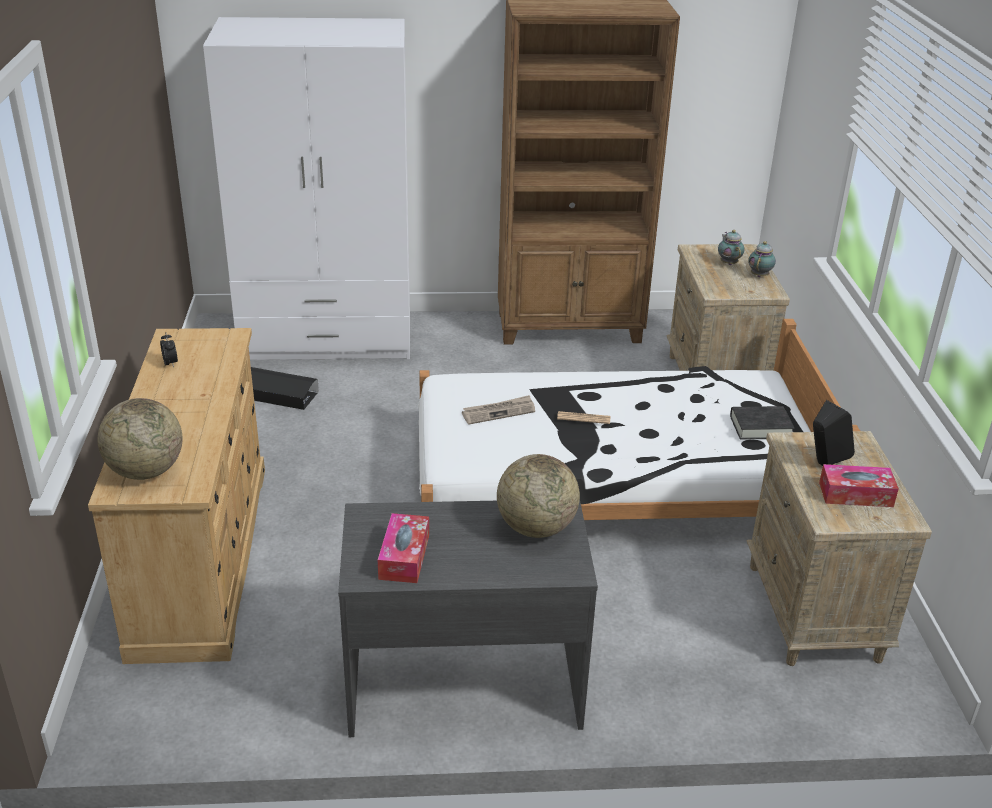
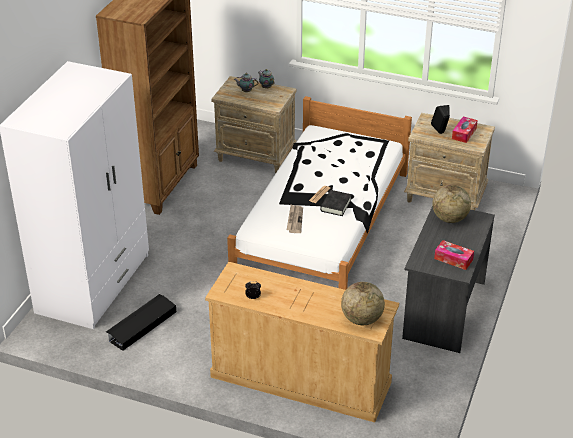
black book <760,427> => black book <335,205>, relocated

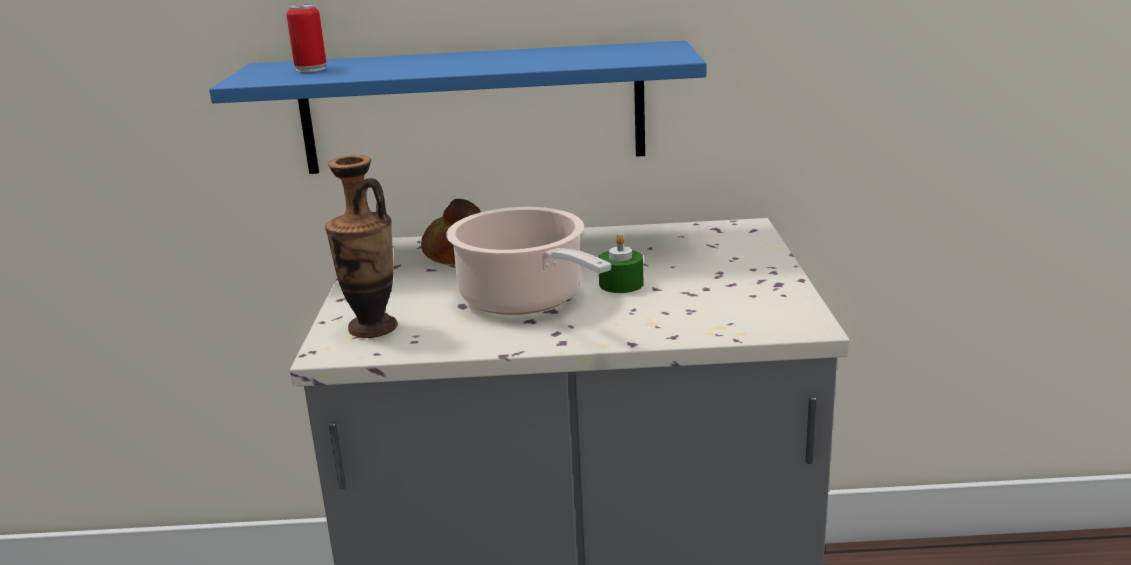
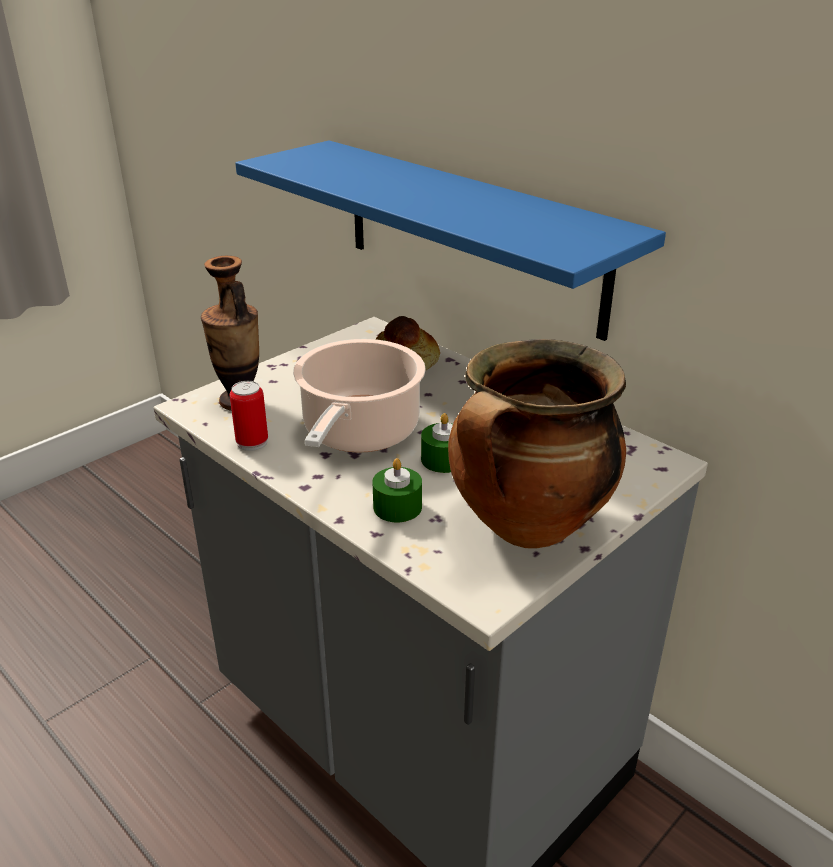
can <311,69> => can <252,442>, relocated
nothing => green candle <397,507>
nothing => cooking pot <528,527>

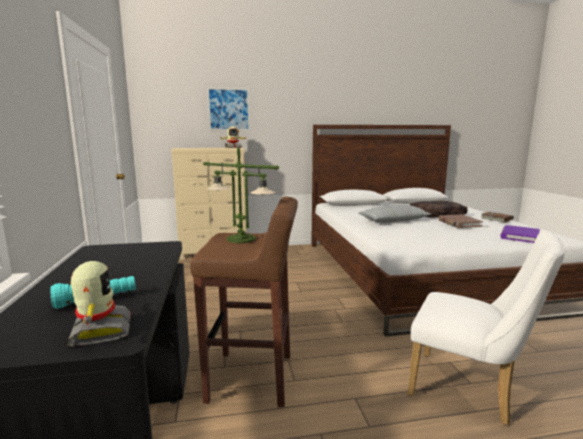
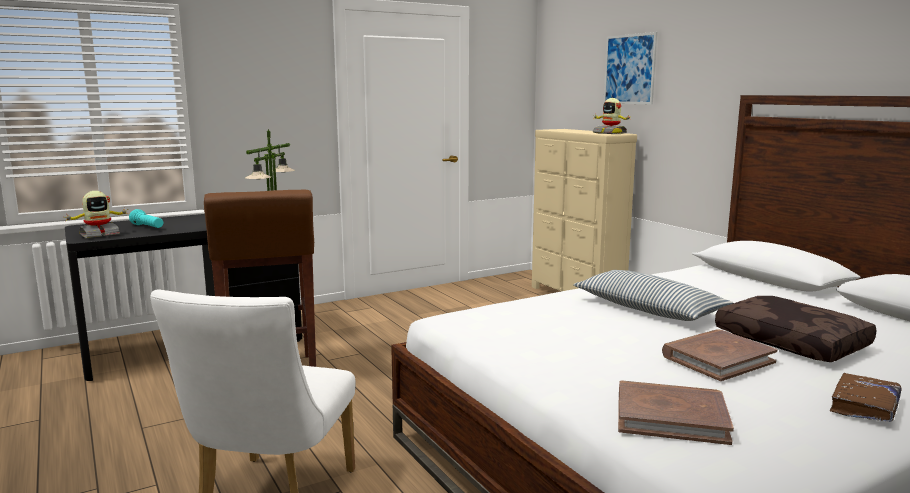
purple book <519,236> => brown book <671,417>

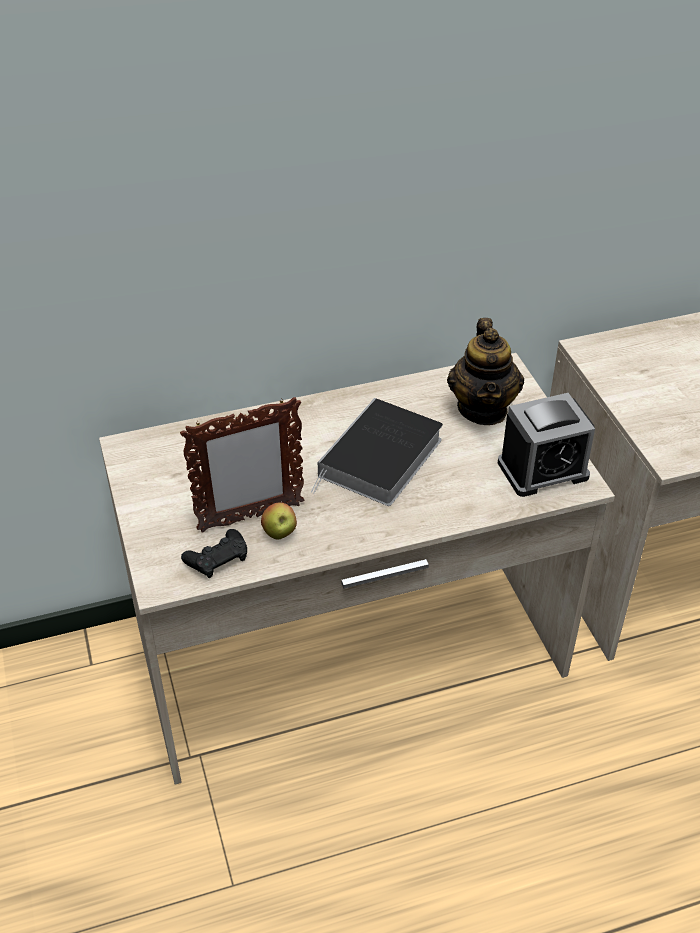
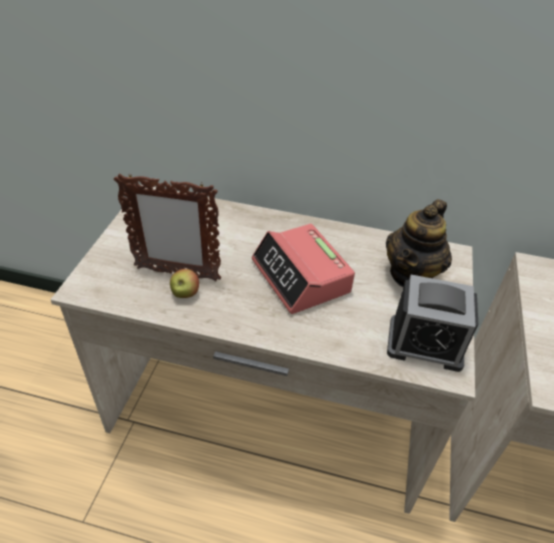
book <380,460> => alarm clock <301,277>
black game controller <217,558> => nothing

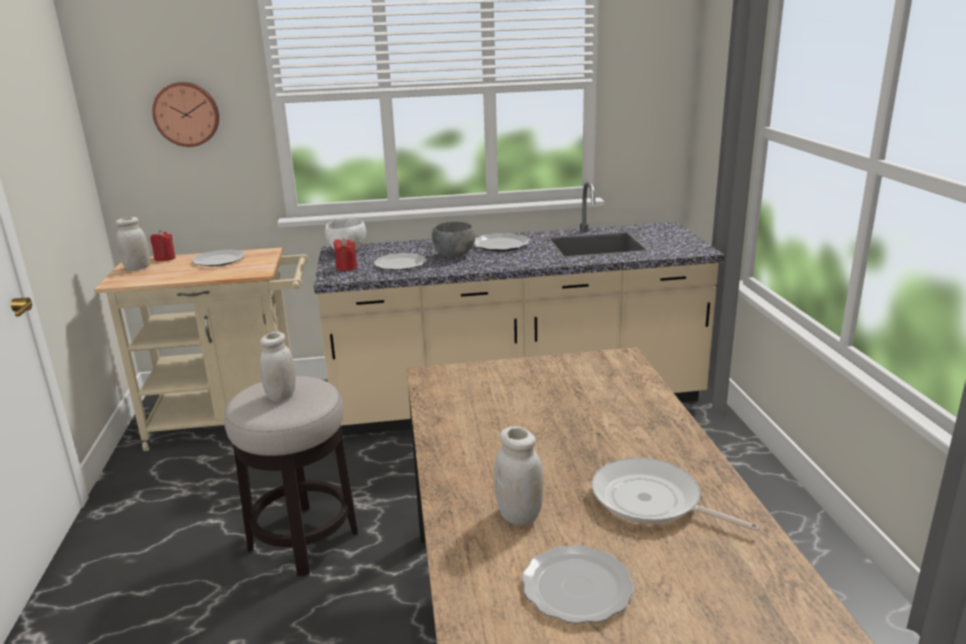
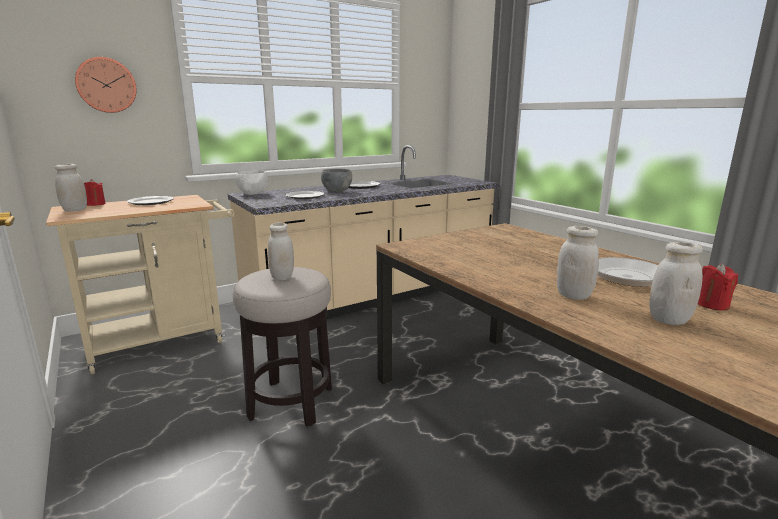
plate <576,588> => white jar <669,320>
red candle <346,267> => red candle <711,304>, relocated

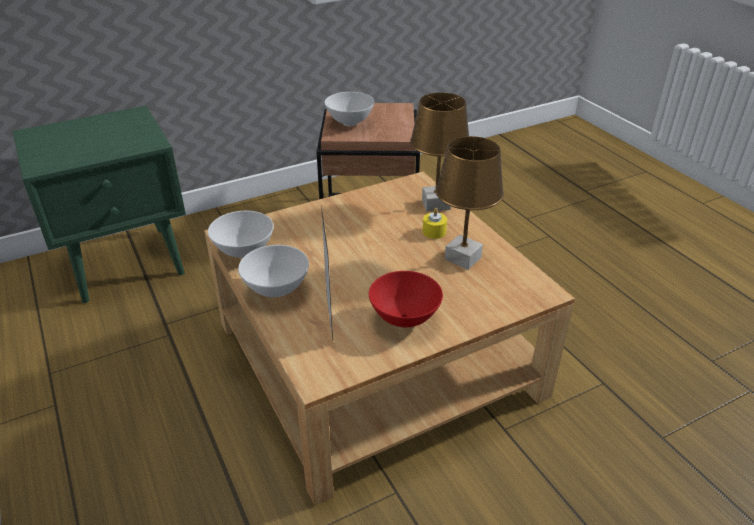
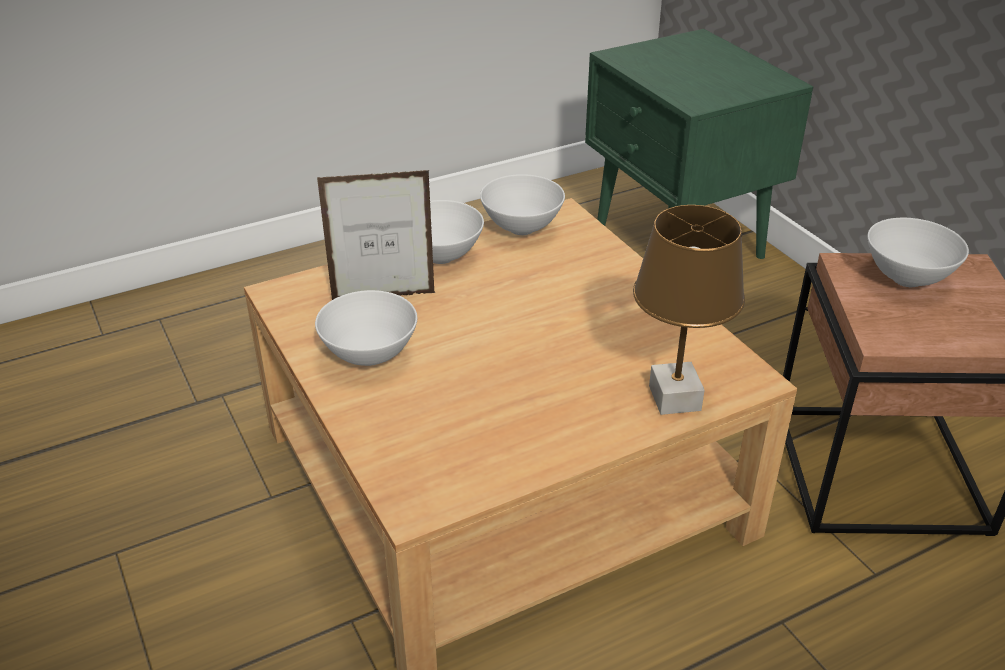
red bowl <404,319> => white bowl <369,355>
yellow candle <434,232> => nothing
brown table lamp <463,258> => nothing

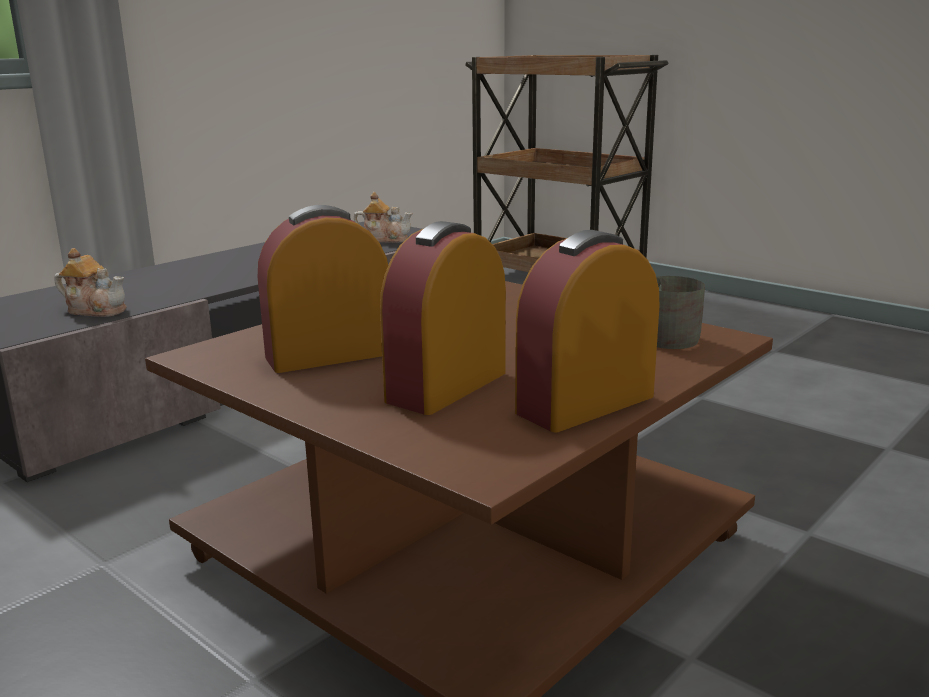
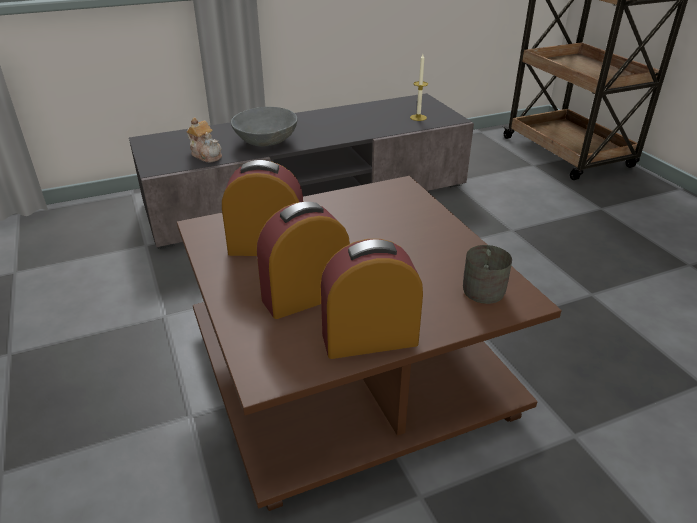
nothing => grey bowl <265,141>
teapot <384,239> => candle <418,117>

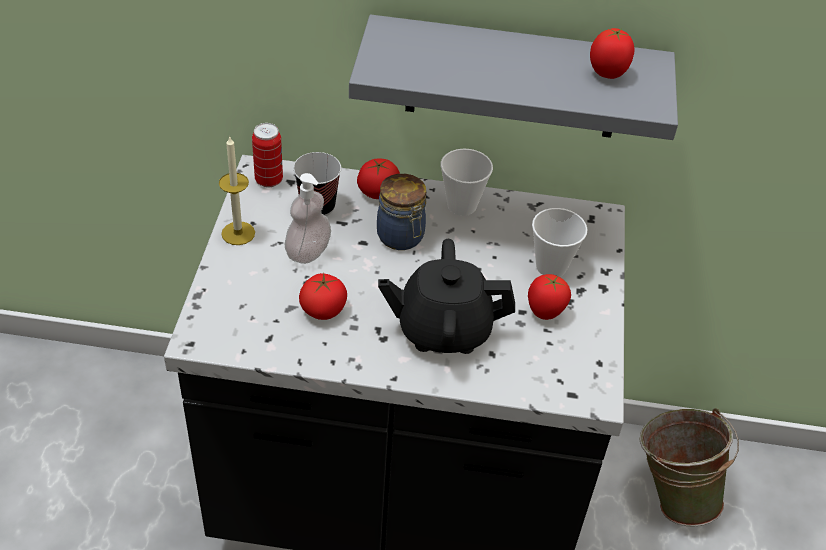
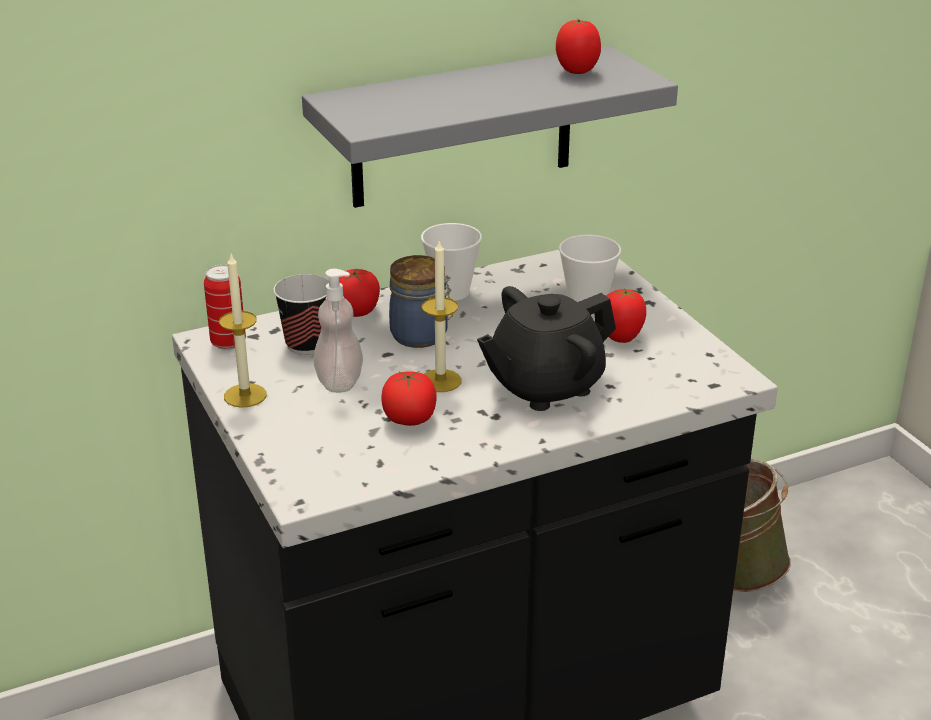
nothing => candle <440,381>

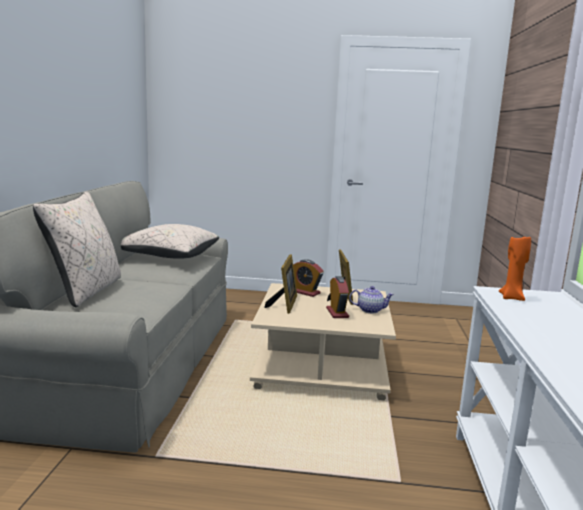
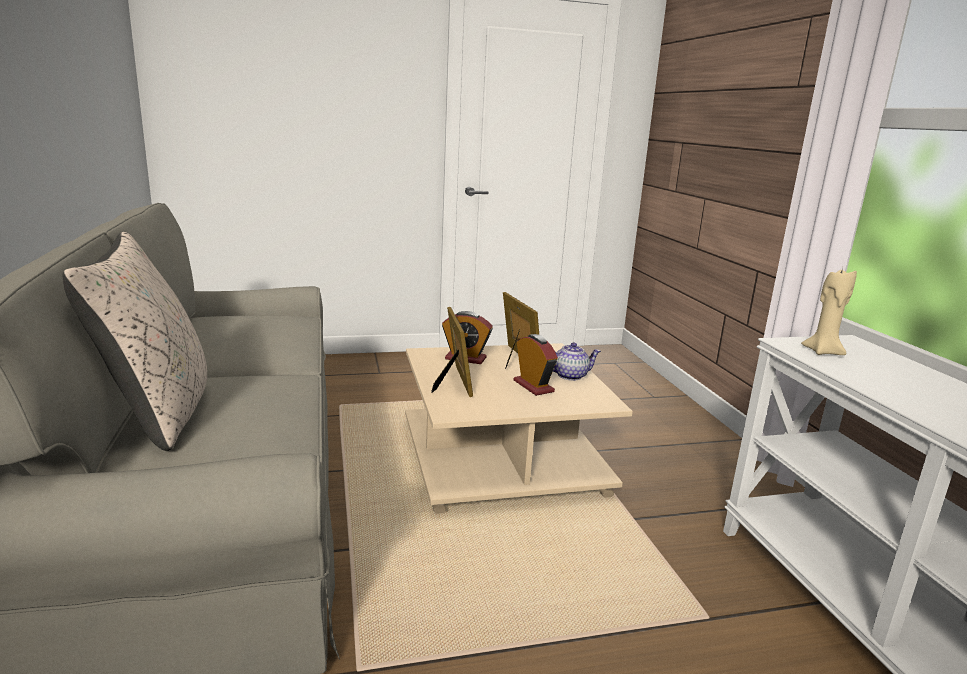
orange candle <512,298> => beige candle <822,352>
beige pillow <169,256> => nothing

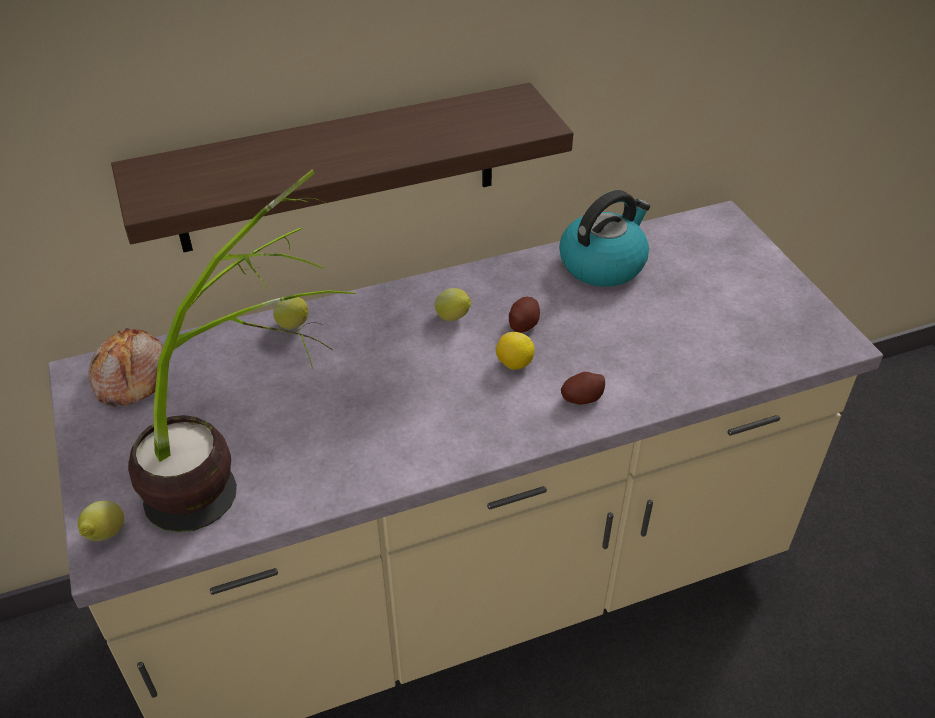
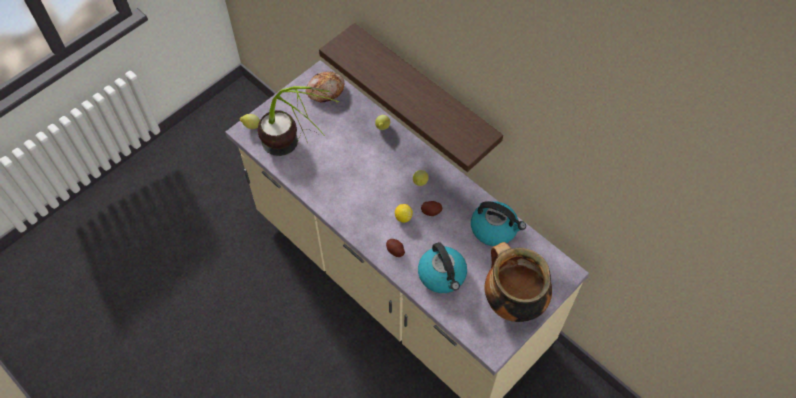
nothing => kettle <442,275>
nothing => cooking pot <512,302>

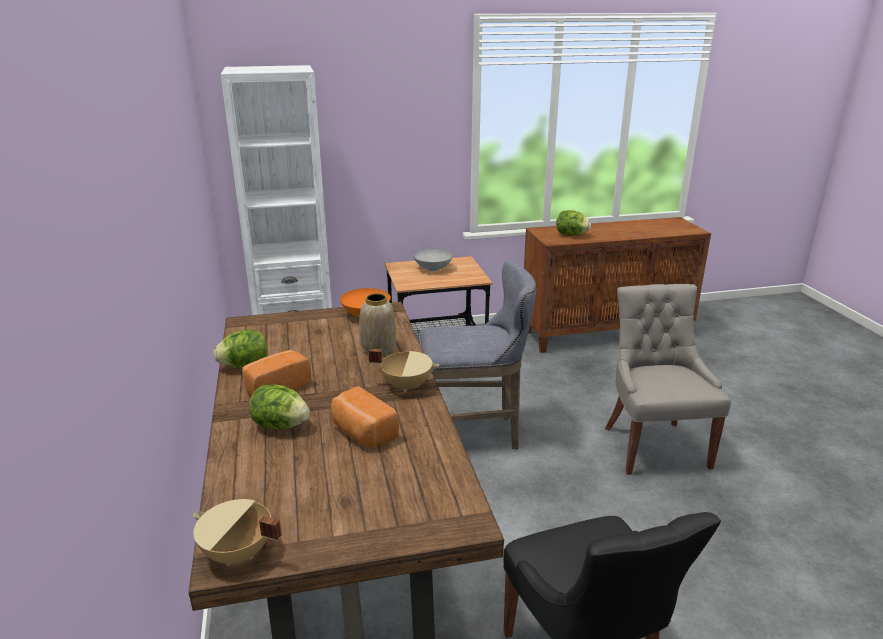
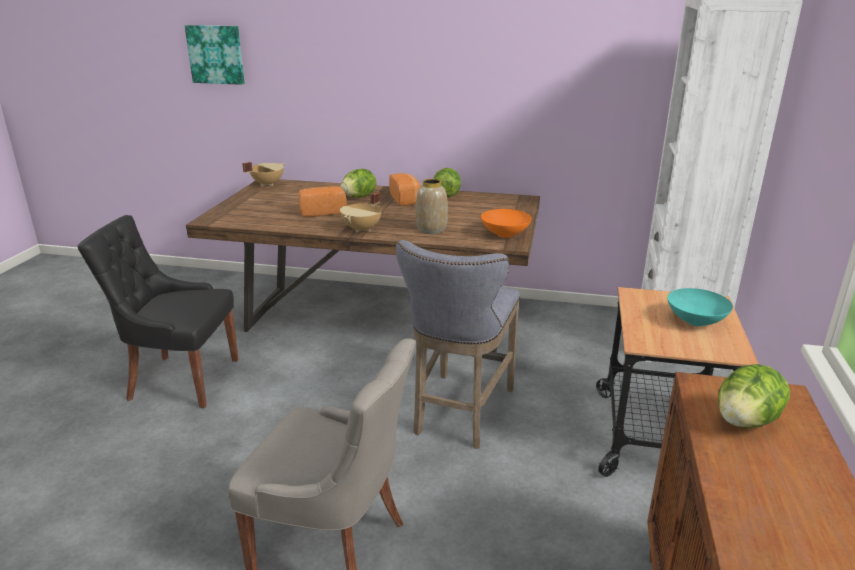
nothing => picture <216,54>
grey bowl <432,269> => turquoise bowl <694,321>

